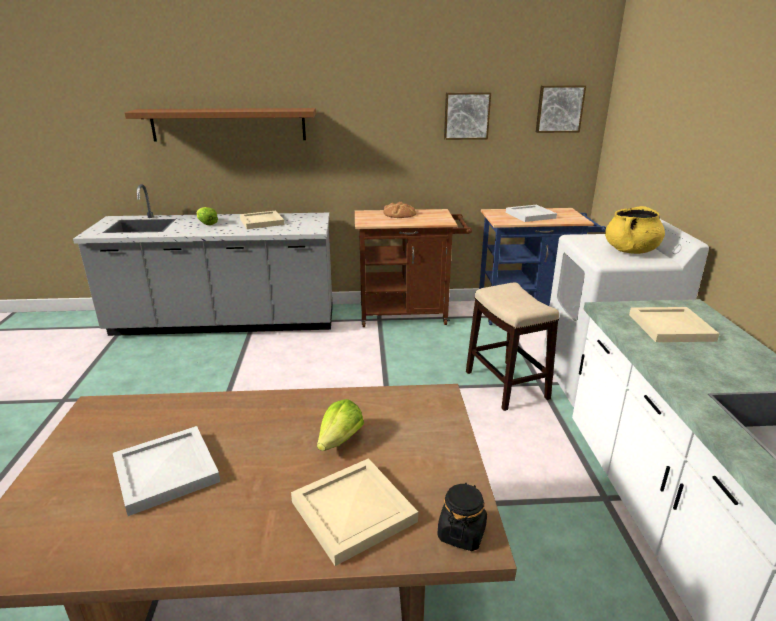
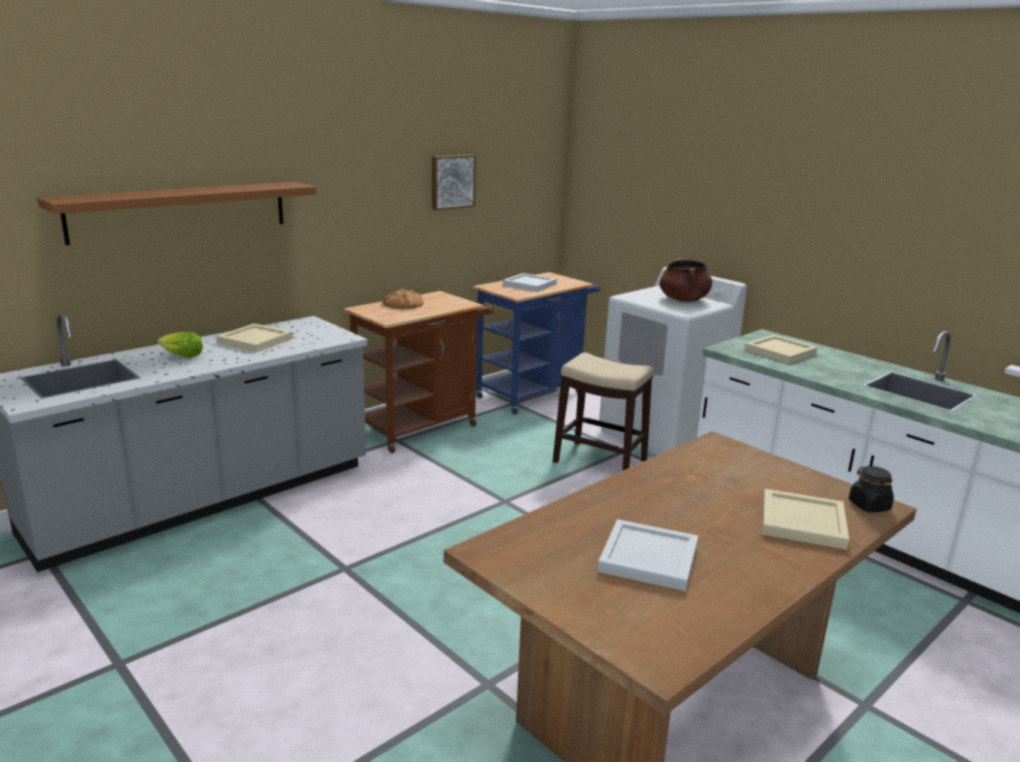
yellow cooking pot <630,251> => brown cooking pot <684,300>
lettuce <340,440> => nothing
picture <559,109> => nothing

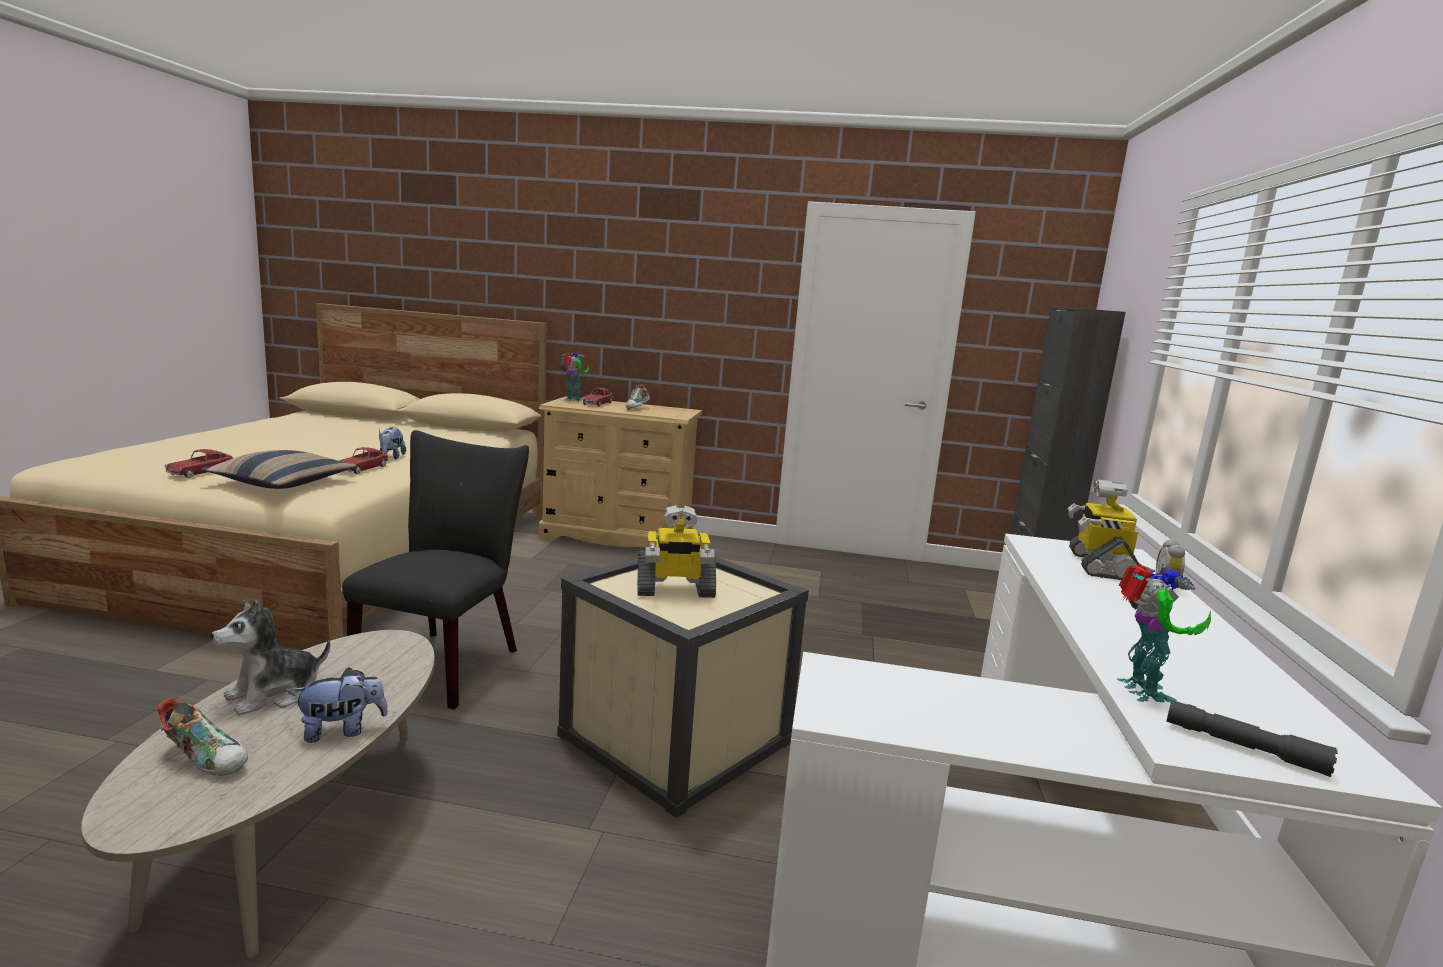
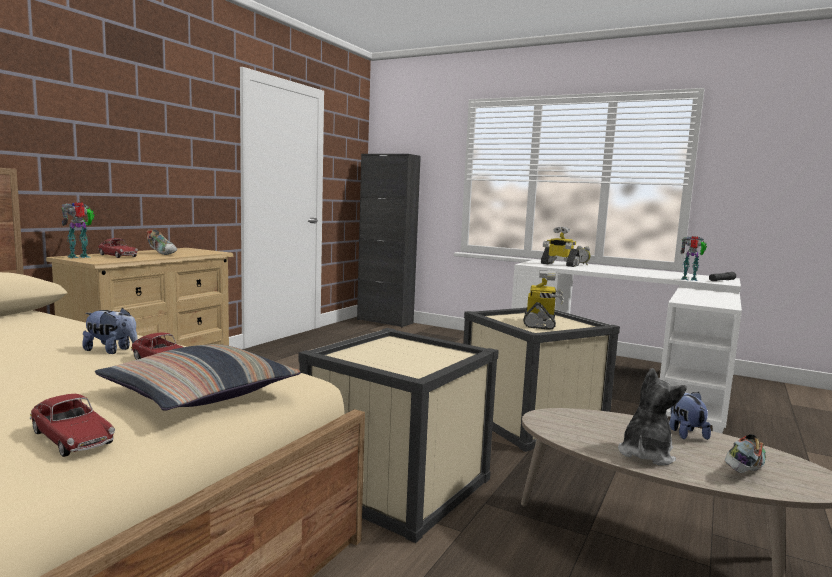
black chair <445,662> => beige storage box <396,484>
plush toy <274,694> => plush toy <646,453>, 120 degrees counterclockwise

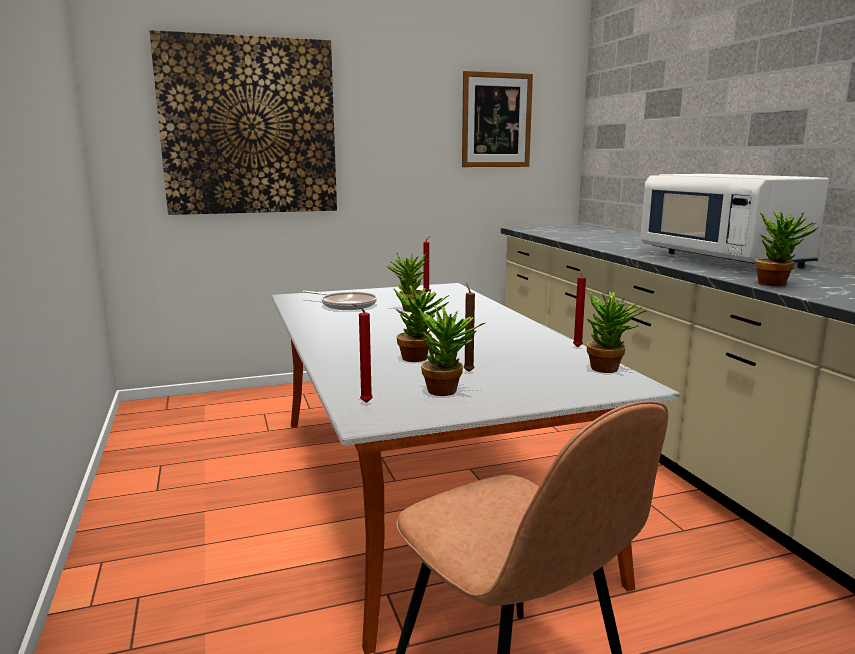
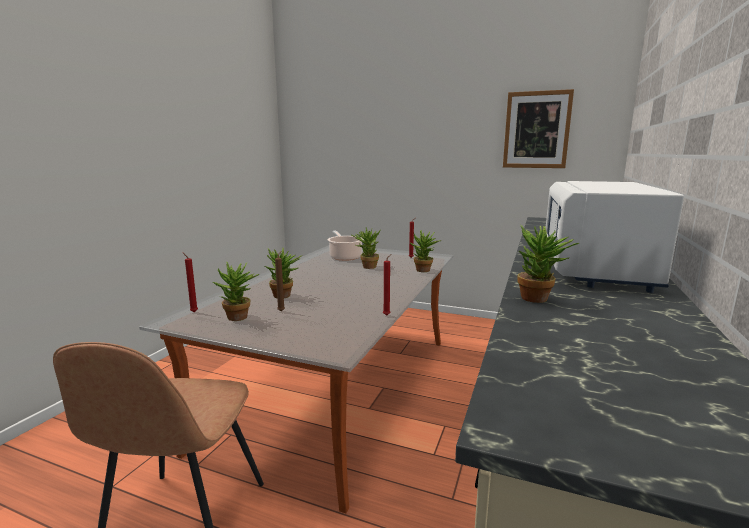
frying pan <346,305> => cooking pot <345,257>
potted plant <610,370> => potted plant <424,271>, relocated
picture <249,127> => nothing

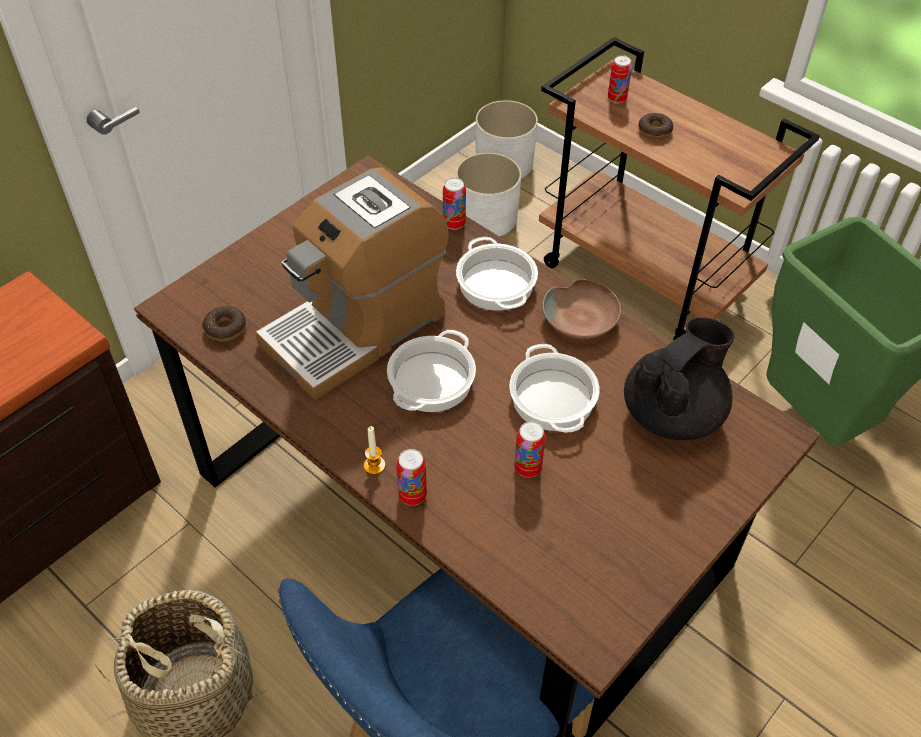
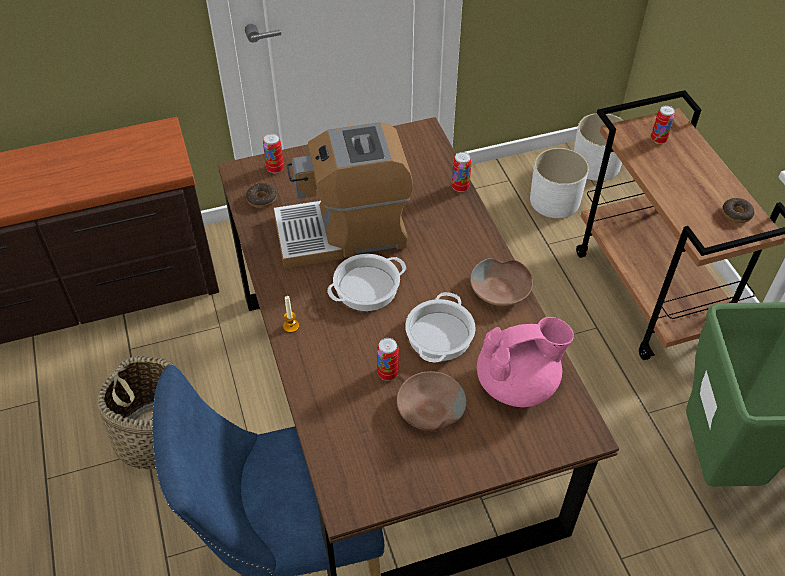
can <412,495> => can <275,168>, relocated
nothing => brown bowl <429,408>
black teapot <673,413> => pink teapot <518,383>
donut <654,131> => donut <736,214>, relocated
cooking pot <497,284> => nothing

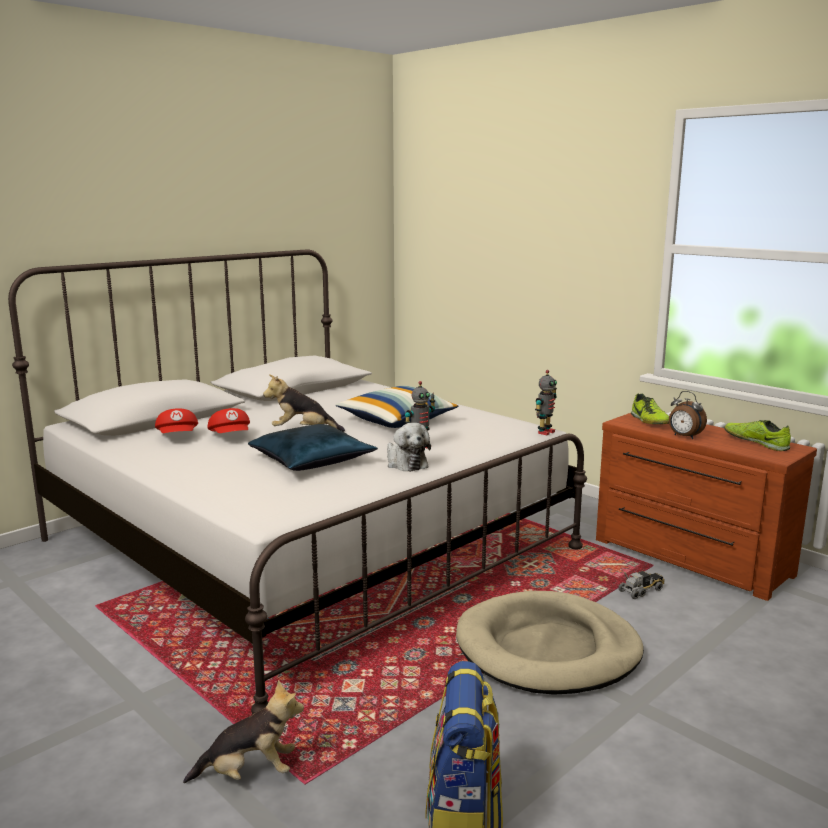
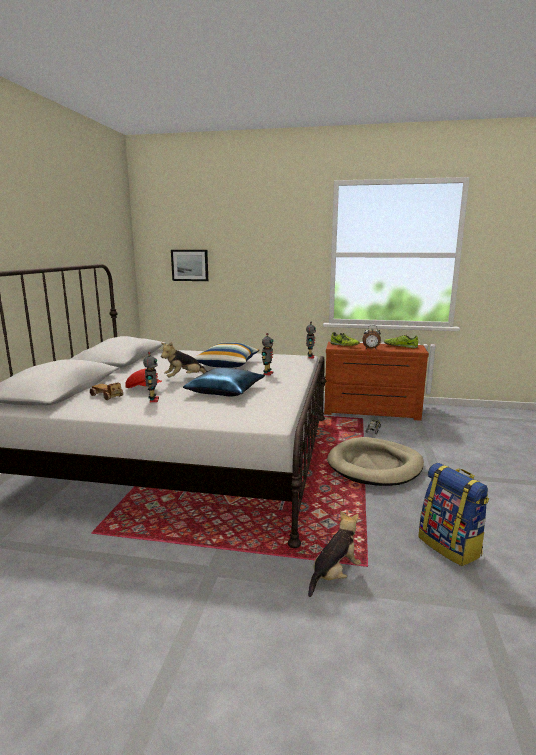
red cap <178,437> => toy car <107,396>
nothing => toy robot <153,400>
nothing => picture <190,265>
plush toy <405,463> => nothing

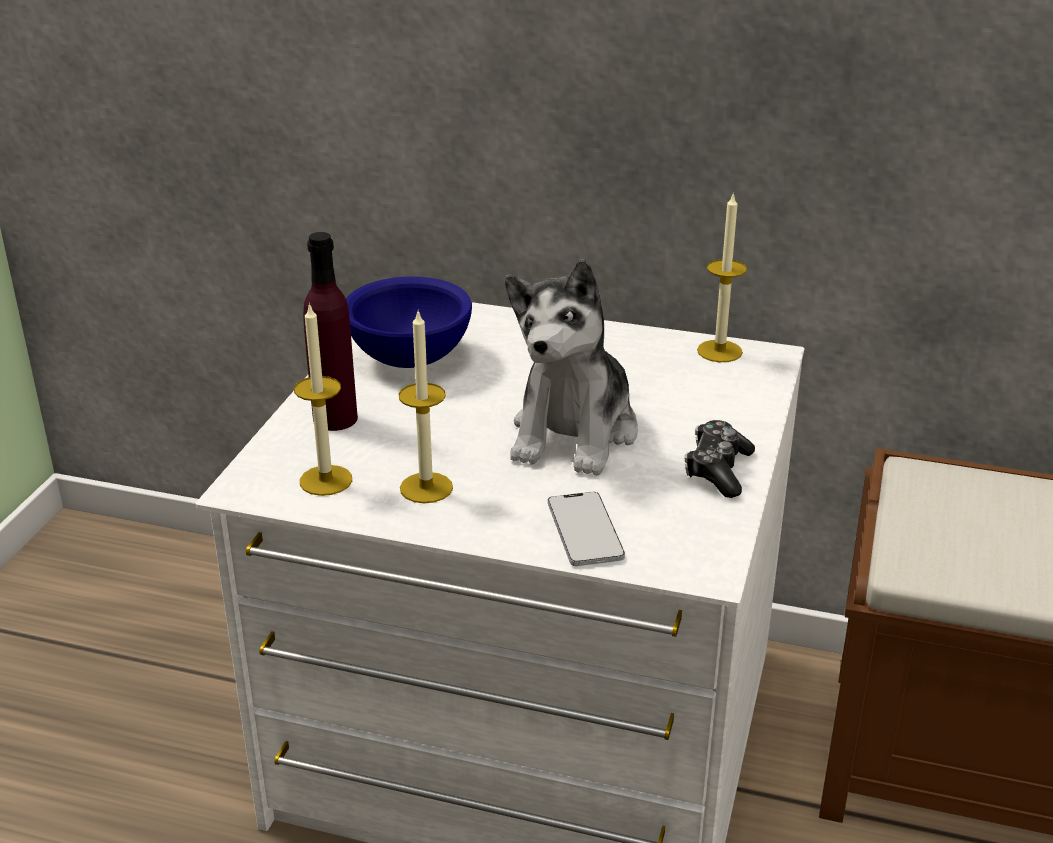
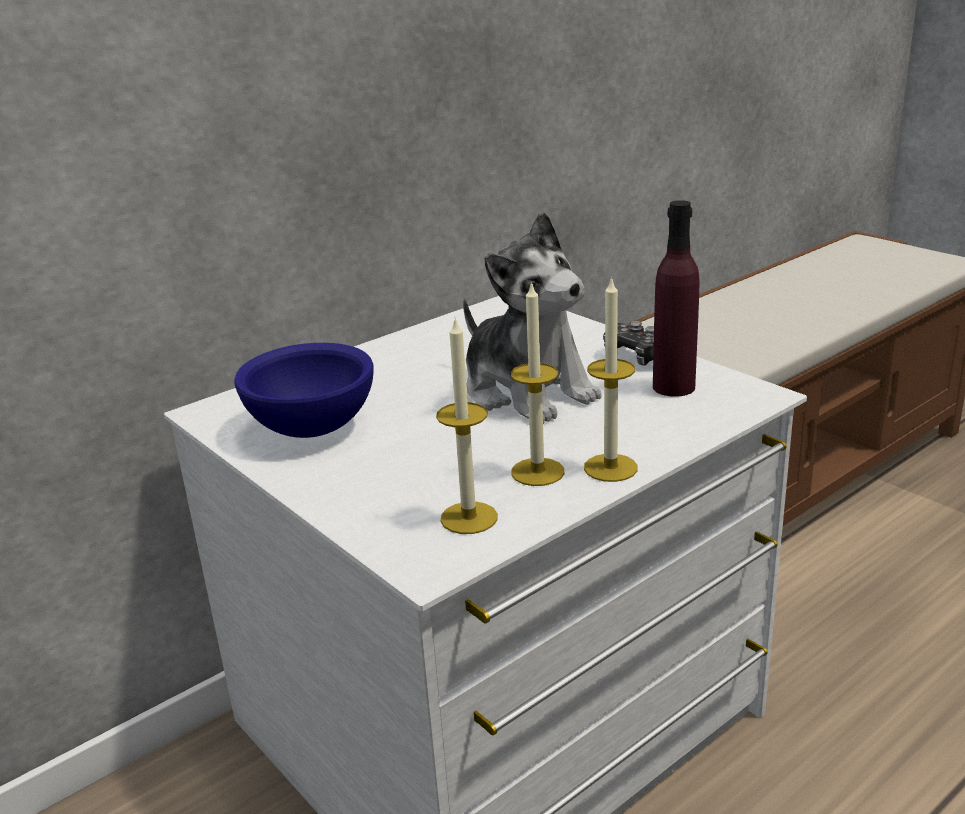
candle <719,351> => candle <610,468>, relocated
purple bottle <335,419> => purple bottle <673,387>, relocated
phone <585,531> => nothing

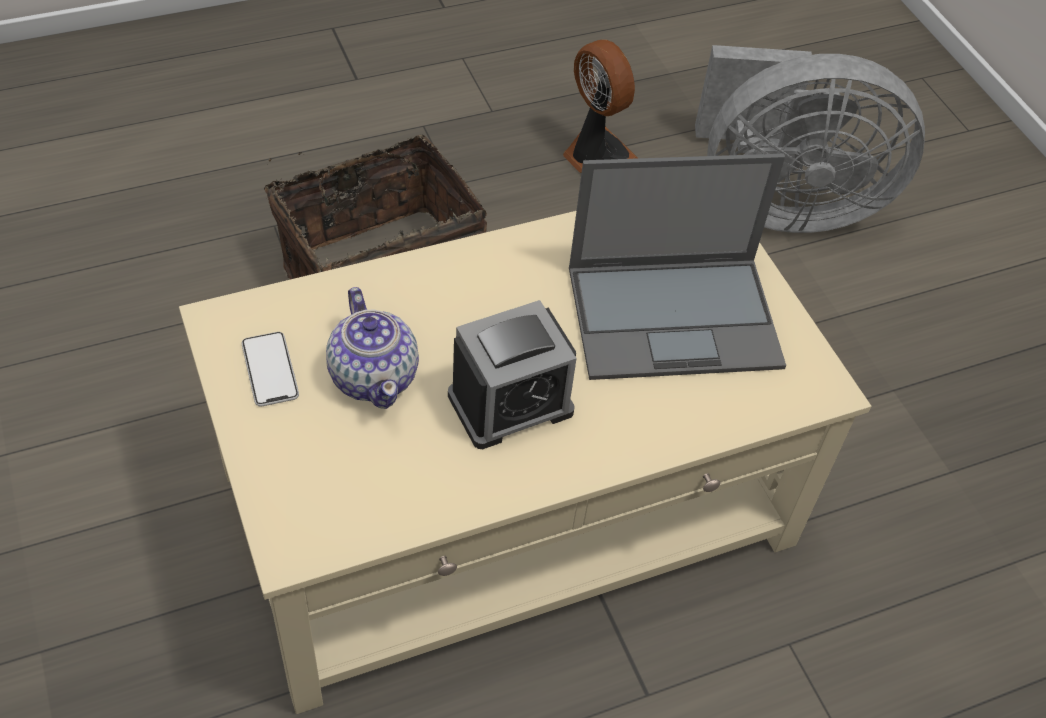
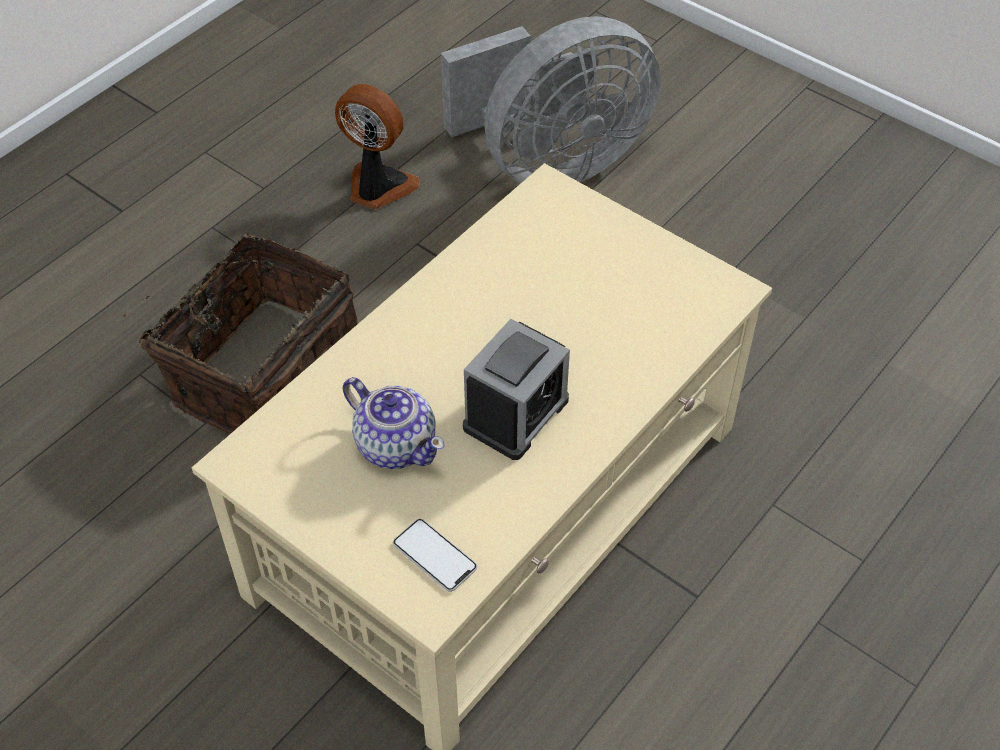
phone <270,370> => phone <435,556>, relocated
laptop <676,316> => nothing

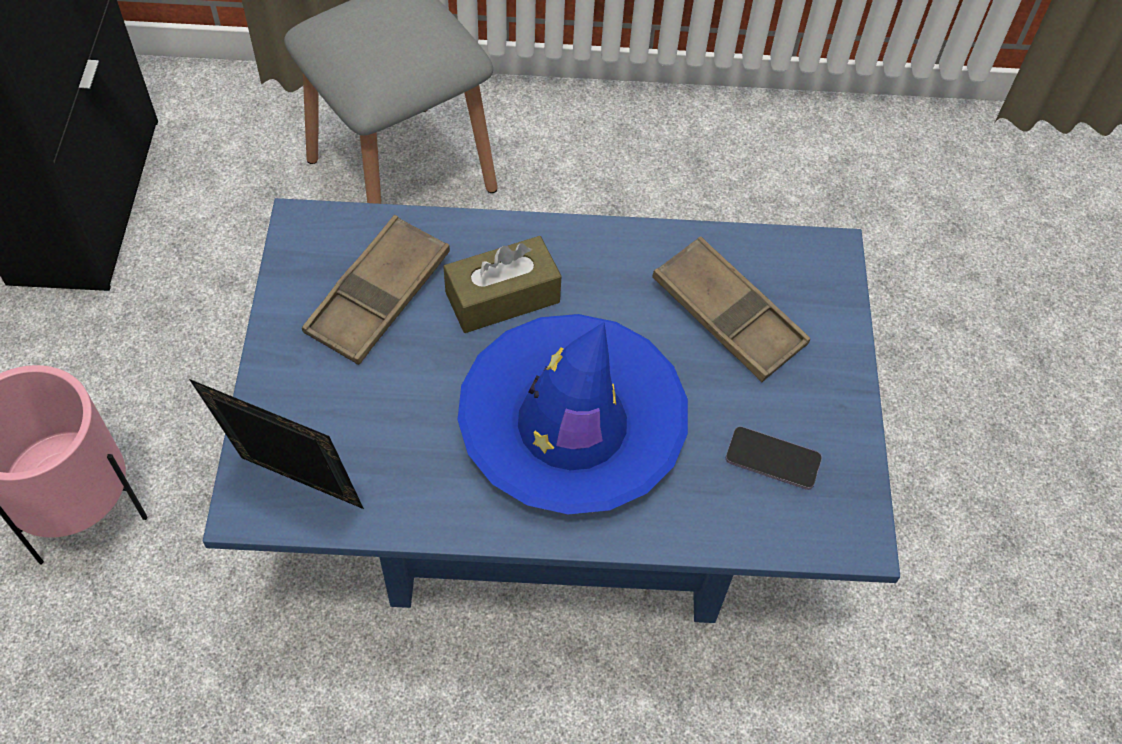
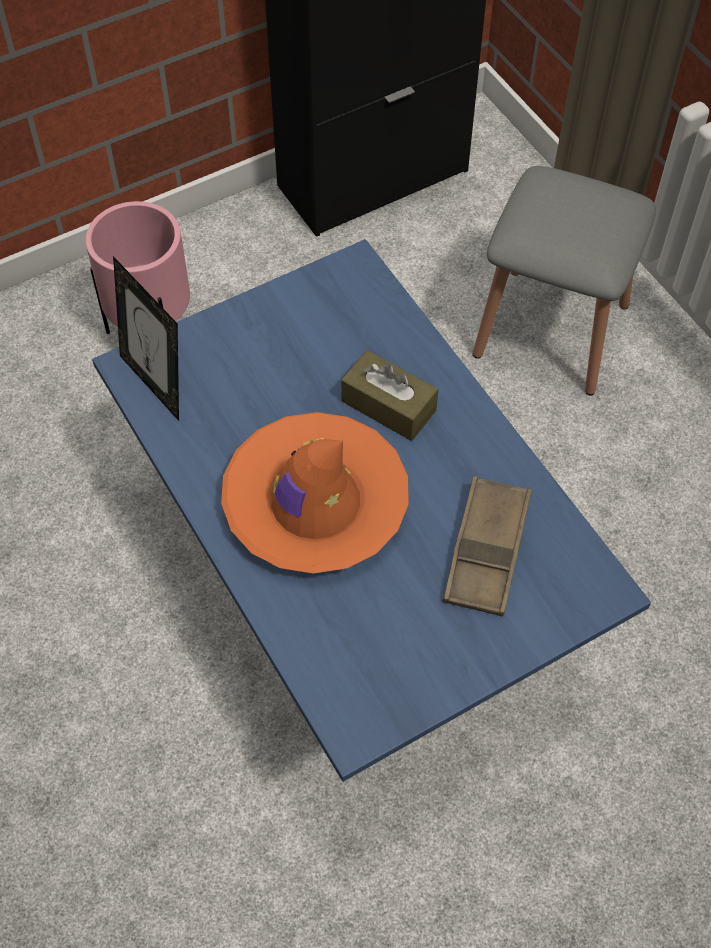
picture frame <296,492> => picture frame <156,383>, 150 degrees clockwise
blue hat <572,426> => orange hat <315,503>
brown tray <378,296> => nothing
phone <772,459> => nothing

